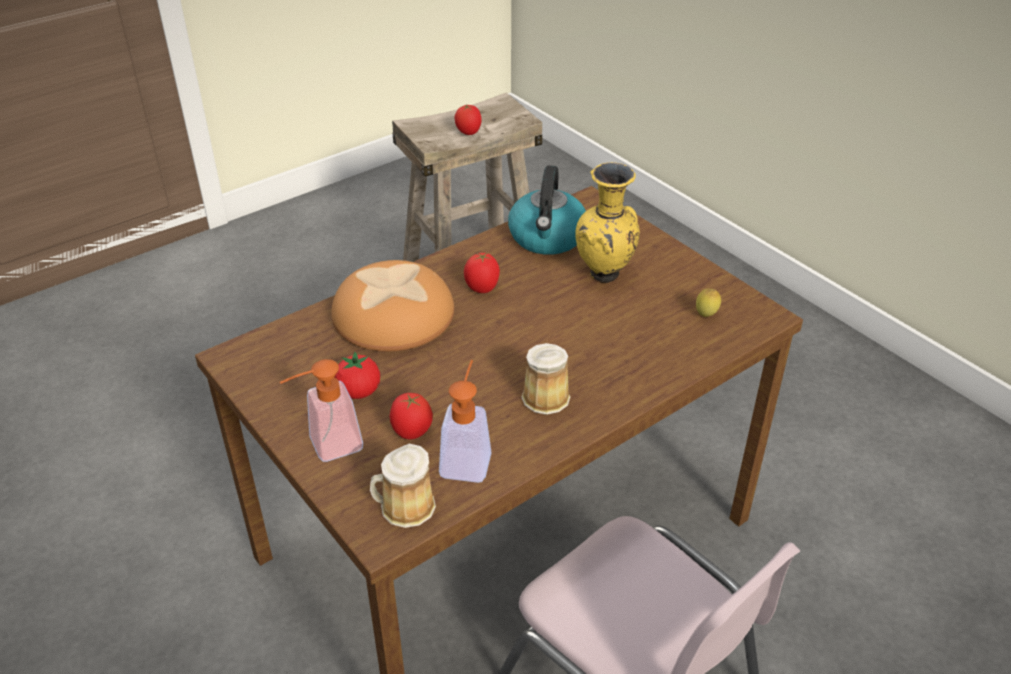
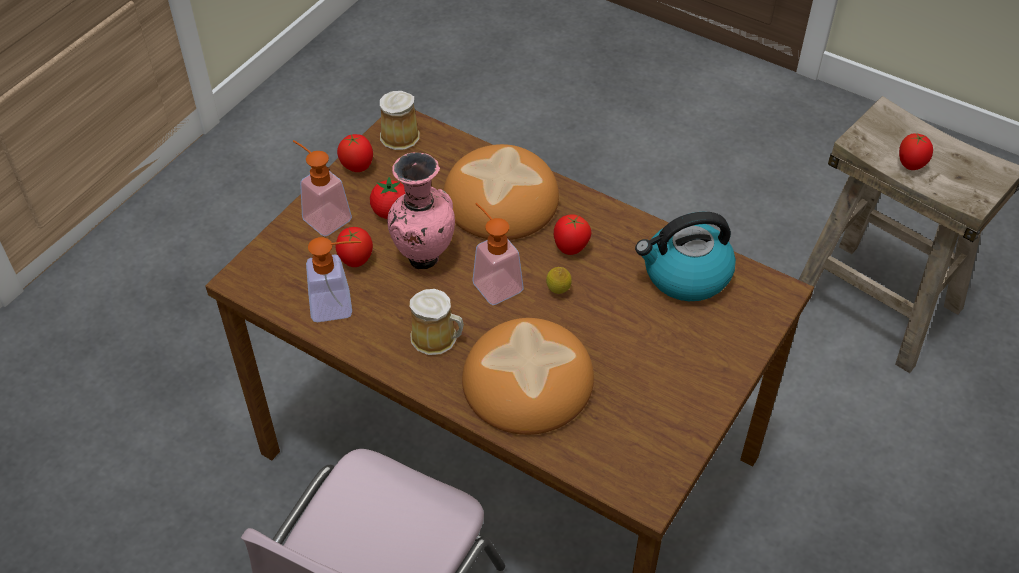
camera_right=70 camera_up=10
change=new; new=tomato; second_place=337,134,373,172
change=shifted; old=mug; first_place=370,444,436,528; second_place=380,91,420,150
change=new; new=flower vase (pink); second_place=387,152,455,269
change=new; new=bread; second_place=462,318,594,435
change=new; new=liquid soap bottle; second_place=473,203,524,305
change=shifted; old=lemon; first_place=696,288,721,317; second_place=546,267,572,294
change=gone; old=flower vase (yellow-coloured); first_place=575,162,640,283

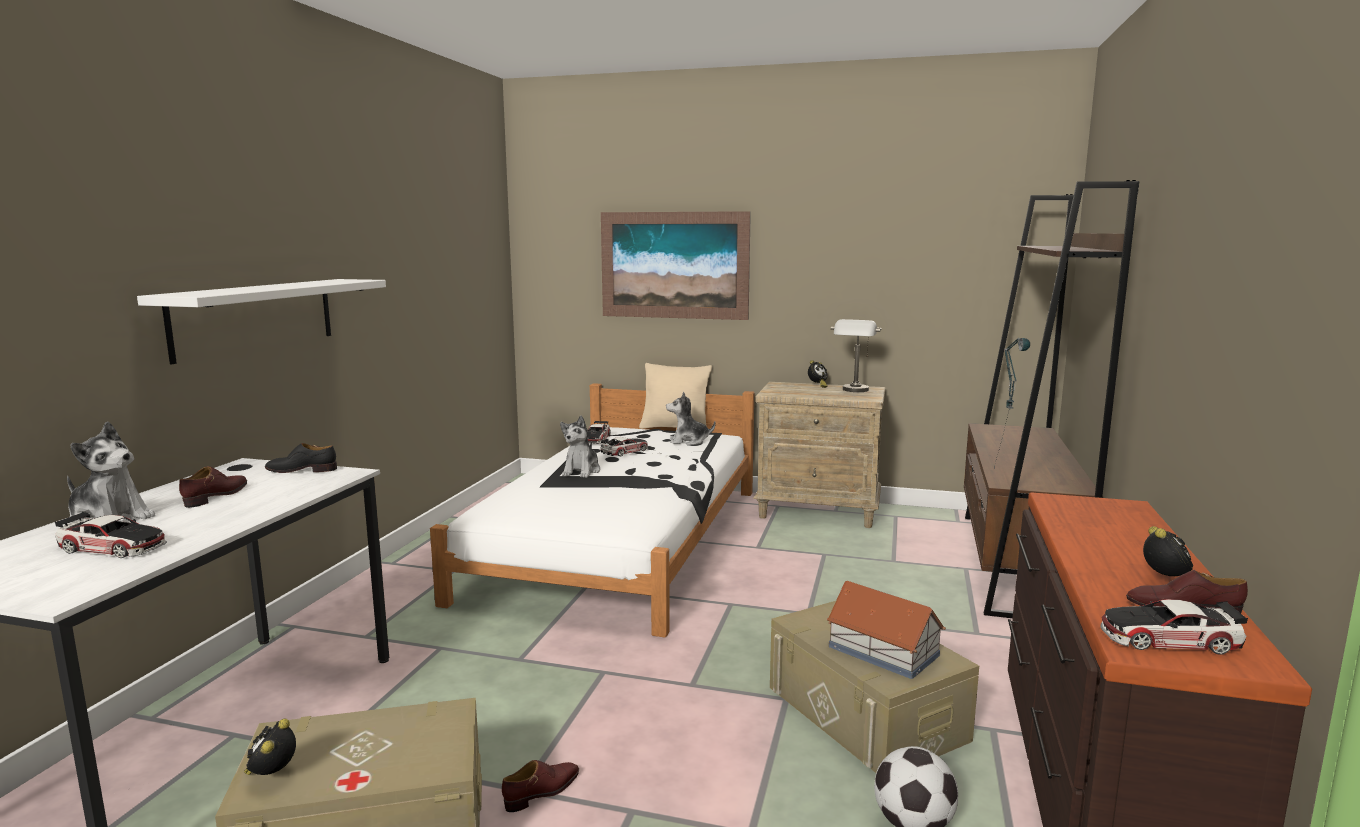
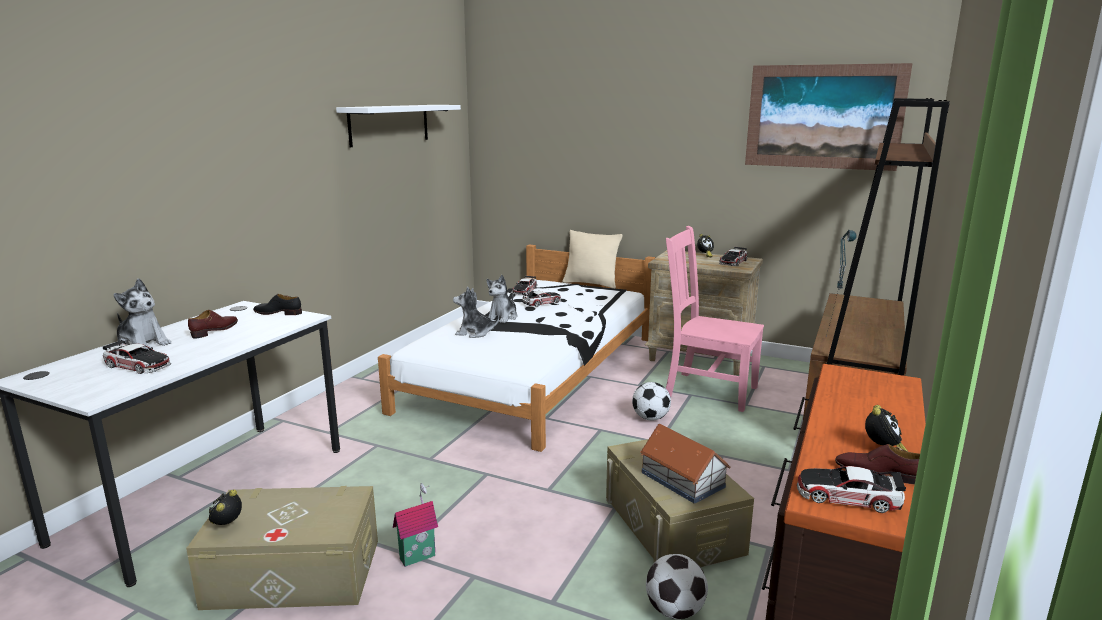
camera_right=10 camera_up=5
change=shifted; old=wall shelf (whitish); first_place=137,279,386,364; second_place=336,105,461,147
change=swapped; old=low shoe (brown-coloured); new=toy house; first_place=502,760,579,812; second_place=393,483,438,567
change=shifted; old=cuddly toy; first_place=666,392,716,446; second_place=453,286,499,338
change=new; new=football; second_place=632,382,671,421
change=new; new=upright chair (pink); second_place=666,226,764,412
change=swapped; old=tabletop lamp (greyish); new=miniature car; first_place=831,319,882,392; second_place=719,247,748,266
change=shifted; old=picture; first_place=601,211,751,320; second_place=745,63,913,171

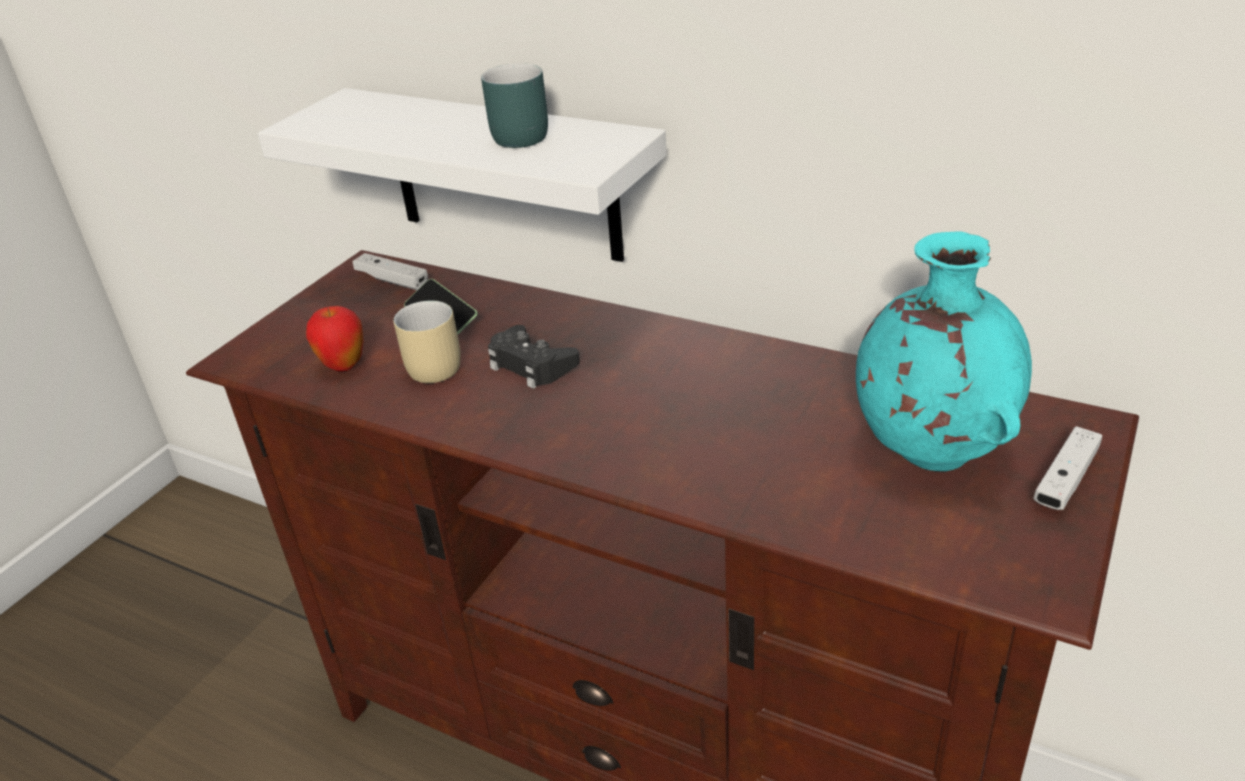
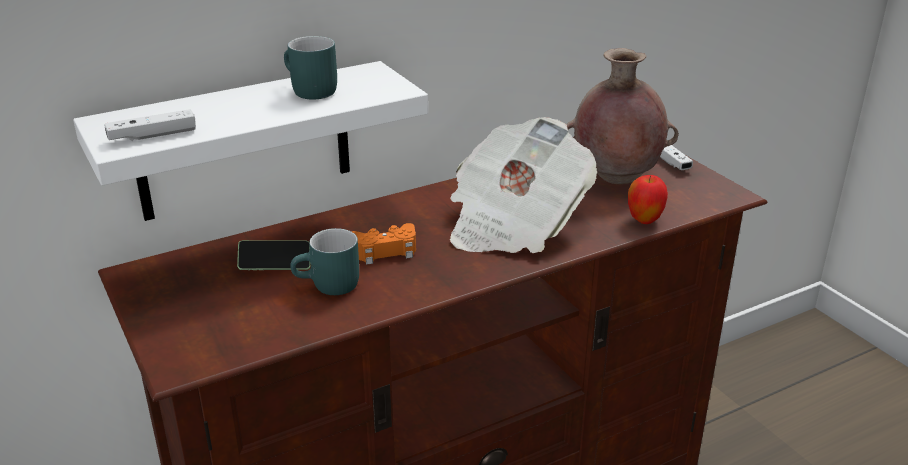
camera_right=-60 camera_up=-5
change=shifted; old=game controller (whitish); first_place=352,253,428,290; second_place=104,109,196,141
change=repainted; old=mug (beige-coloured); new=mug (turquoise); first_place=393,301,461,383; second_place=291,228,359,295
change=repainted; old=game controller (black-coloured); new=game controller (orangey); first_place=488,325,580,389; second_place=351,223,416,265
change=new; new=printed paper; second_place=450,117,597,253
change=repainted; old=flower vase (turquoise); new=flower vase (brown-coloured); first_place=856,231,1032,471; second_place=567,48,679,184
change=shifted; old=whole apple; first_place=306,306,364,371; second_place=628,175,668,224

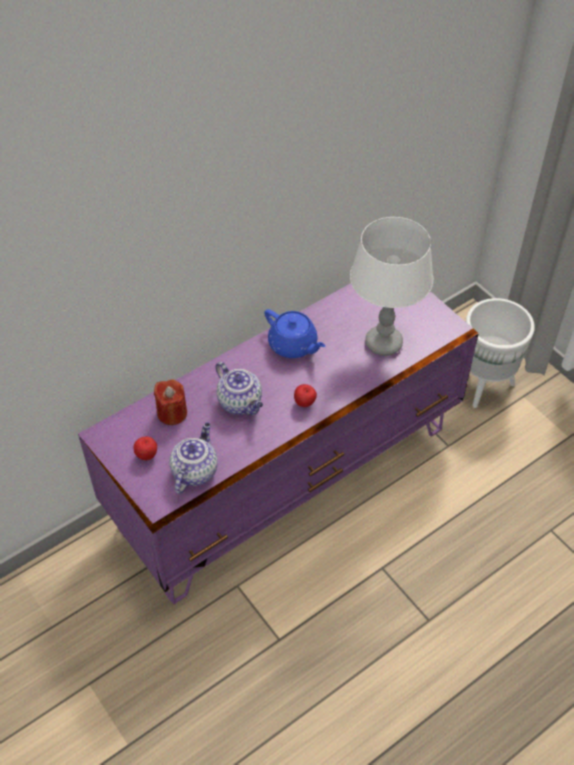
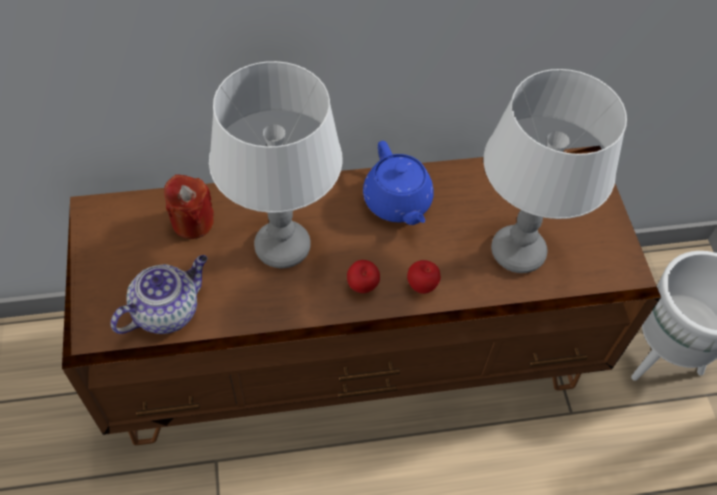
camera_right=25 camera_up=5
change=repainted; old=tv stand (purplish); new=tv stand (brown-coloured); first_place=78,264,479,604; second_place=62,146,661,445
change=swapped; old=tea pot; new=tabletop lamp (whitish); first_place=215,362,263,415; second_place=209,61,343,268
change=shifted; old=whole apple; first_place=133,437,157,460; second_place=407,260,441,294

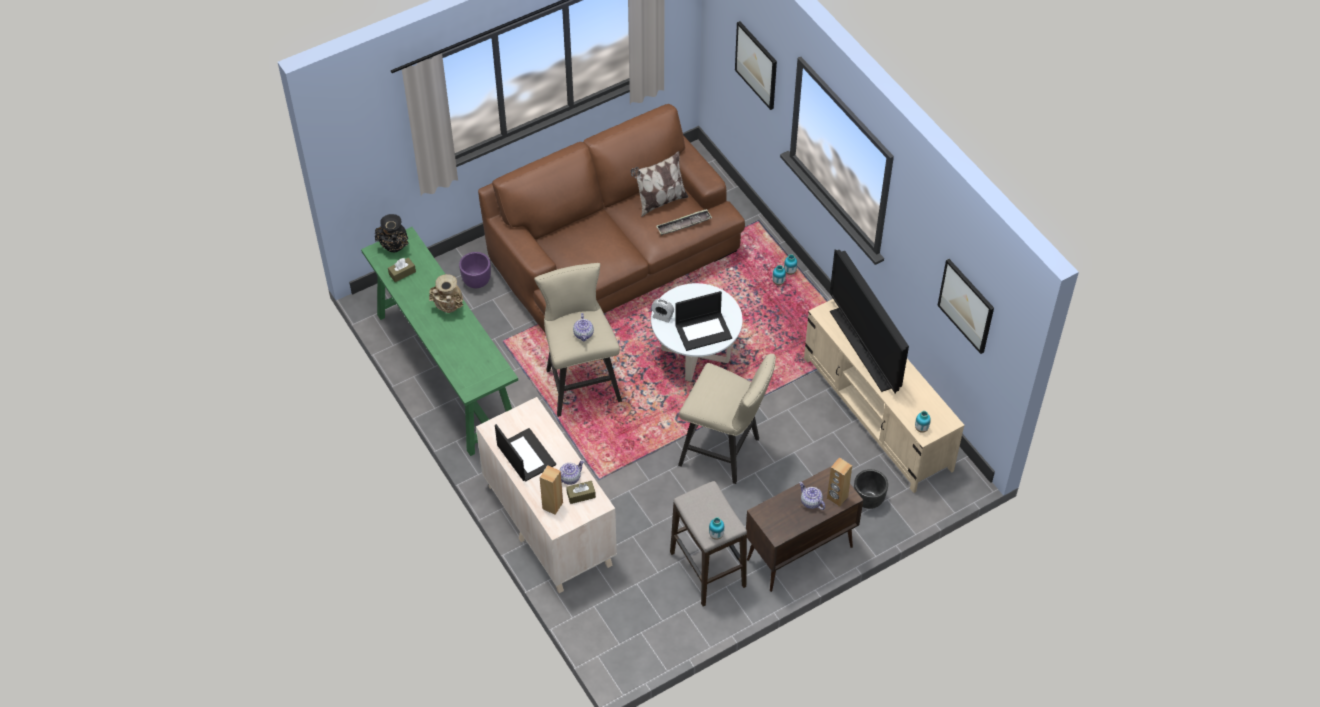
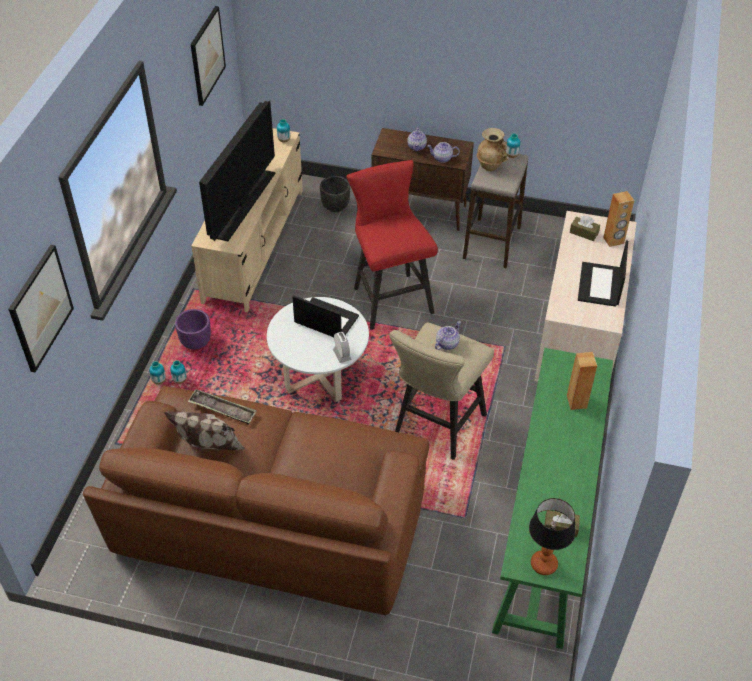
camera_right=-135 camera_up=-5
change=shifted; old=planter (purplish); first_place=459,252,491,288; second_place=175,309,211,349
change=repainted; old=stool seat (beige-coloured); new=stool seat (red); first_place=678,354,776,484; second_place=346,160,438,330
change=shifted; old=tea pot; first_place=560,460,584,485; second_place=427,142,460,163
change=shifted; old=flower vase (beige-coloured); first_place=429,274,463,313; second_place=477,128,508,171
change=swapped; old=flower vase (black-coloured); new=tabletop lamp; first_place=375,214,409,253; second_place=529,498,576,575
change=shifted; old=loudspeaker (brown-coloured); first_place=827,457,852,507; second_place=567,352,597,410

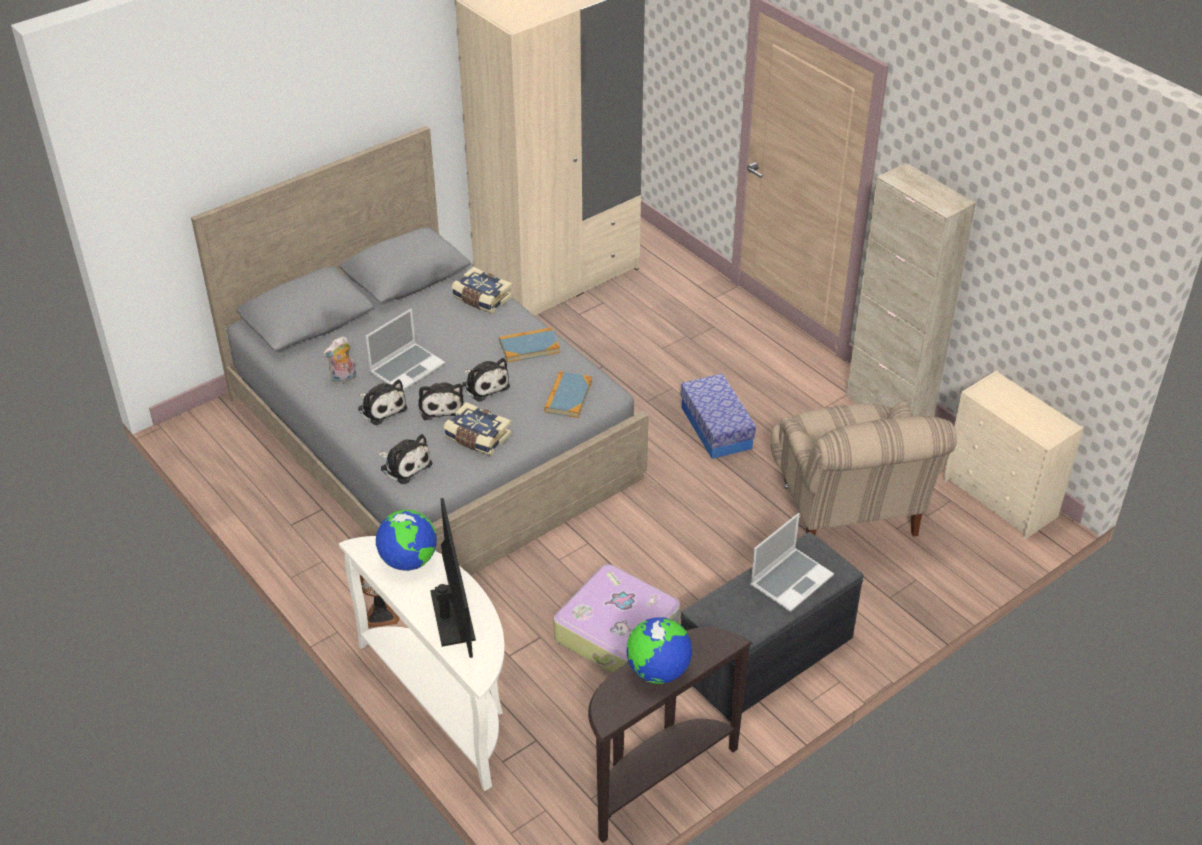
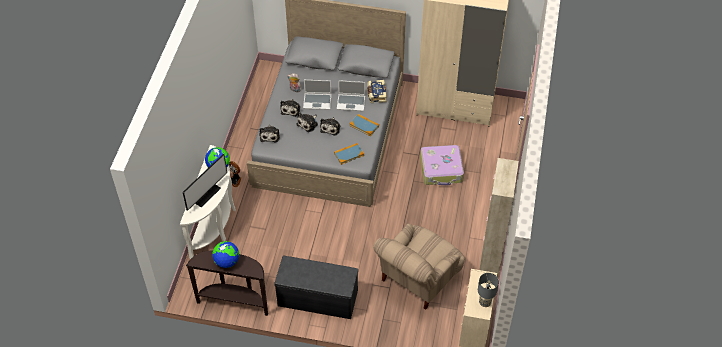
camera_right=50 camera_up=10
change=shifted; old=portable computer; first_place=750,513,834,612; second_place=337,80,365,111
change=shifted; old=piece of luggage; first_place=554,564,680,673; second_place=420,145,464,185
change=new; new=tabletop lamp (greyish); second_place=478,273,499,307
change=gone; old=book; first_place=444,402,512,456
change=gone; old=storage bin; first_place=680,373,756,459

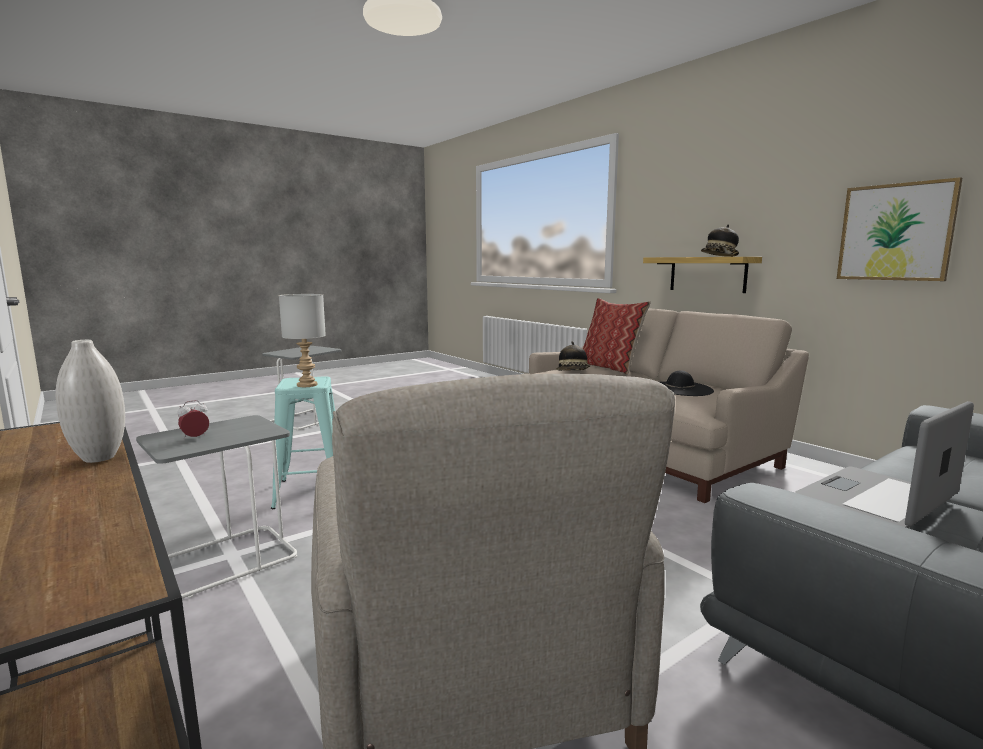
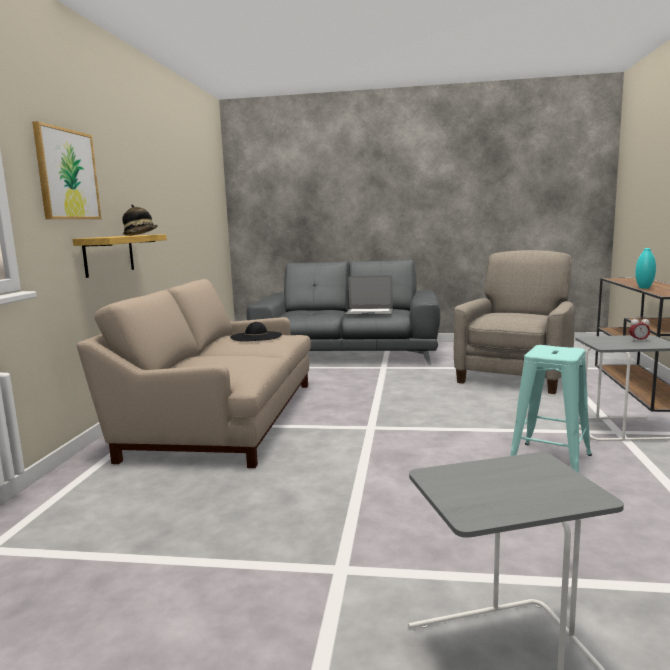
camera_right=-135 camera_up=0
change=shifted; old=picture; first_place=837,177,962,281; second_place=32,121,101,219
change=repainted; old=flower vase (whitish); new=flower vase (turquoise); first_place=56,340,125,463; second_place=635,248,656,289
change=gone; old=tabletop lamp (greyish); first_place=279,294,326,387
change=gone; old=hat; first_place=556,341,590,371
change=gone; old=throw pillow; first_place=583,298,651,375

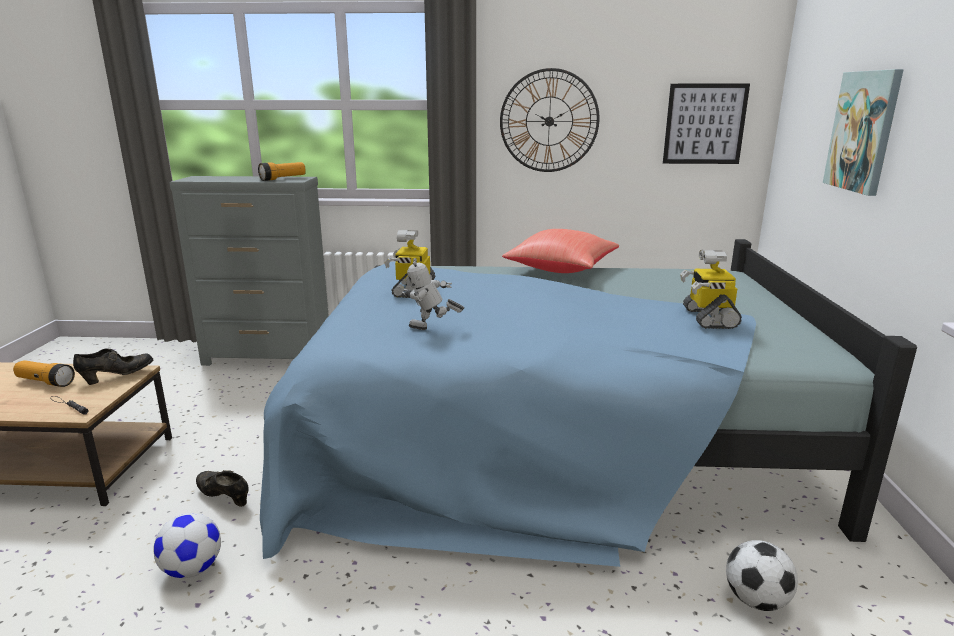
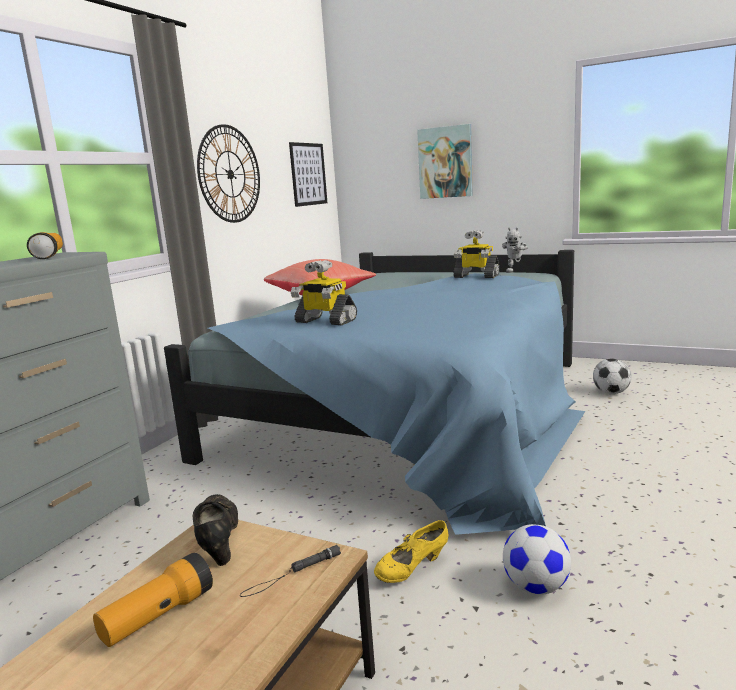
camera_right=-65 camera_up=-5
change=repainted; old=low shoe (black-coloured); new=low shoe (yellow-coloured); first_place=196,470,249,507; second_place=374,520,448,583
change=shifted; old=model robot; first_place=402,258,464,330; second_place=502,227,528,273

